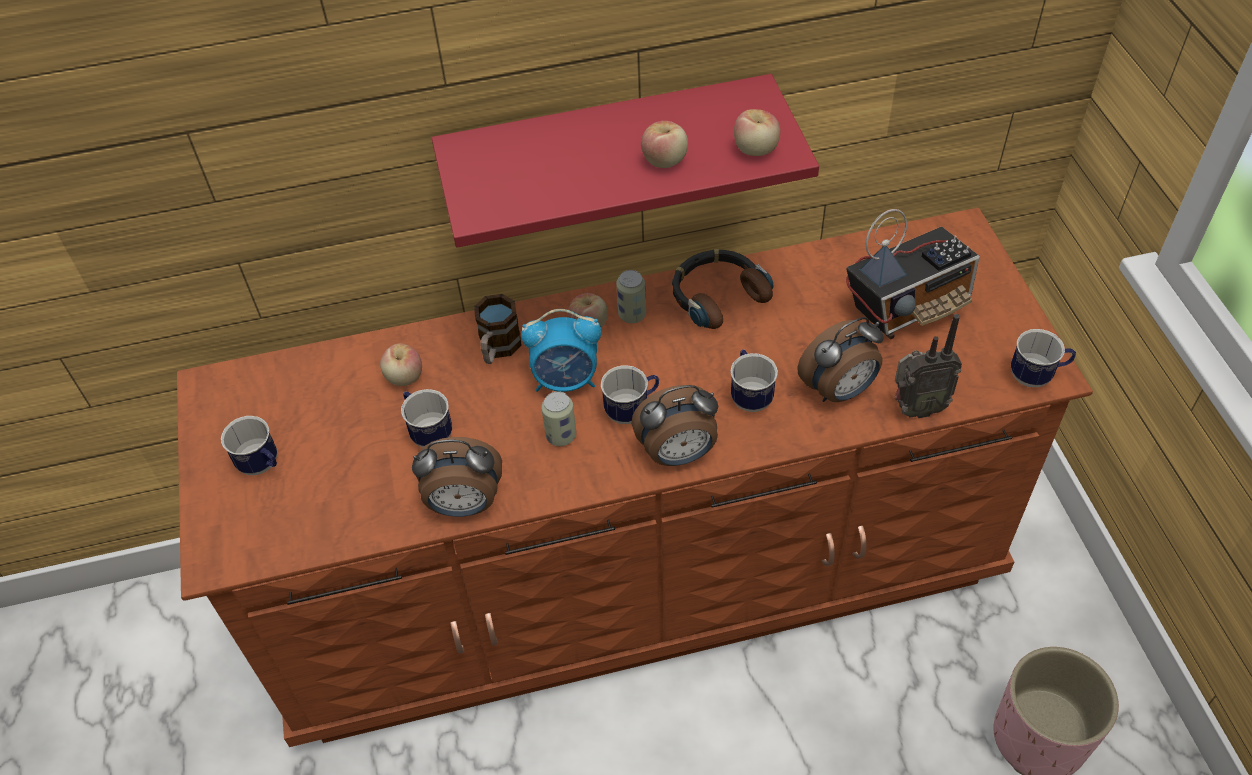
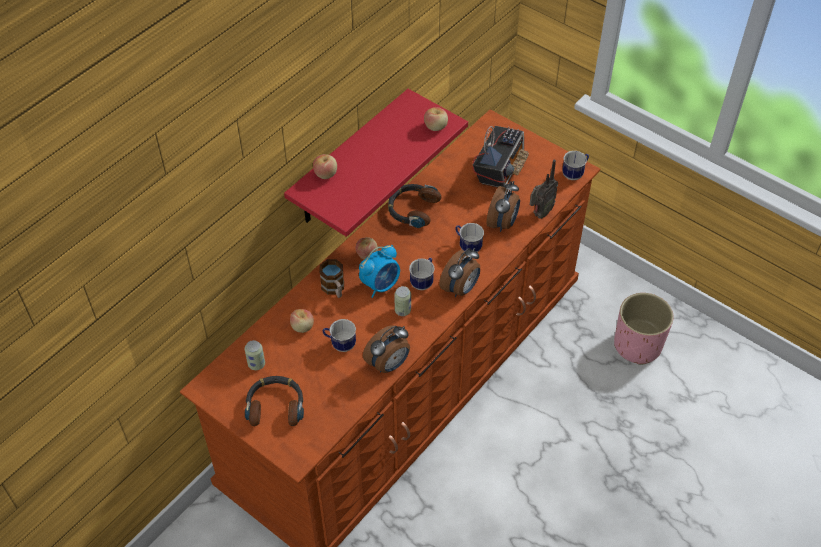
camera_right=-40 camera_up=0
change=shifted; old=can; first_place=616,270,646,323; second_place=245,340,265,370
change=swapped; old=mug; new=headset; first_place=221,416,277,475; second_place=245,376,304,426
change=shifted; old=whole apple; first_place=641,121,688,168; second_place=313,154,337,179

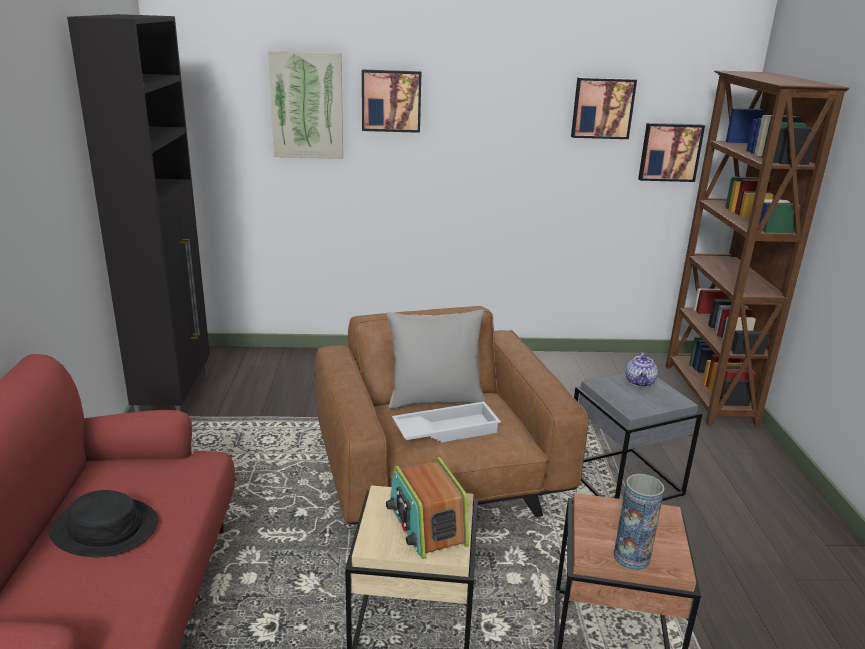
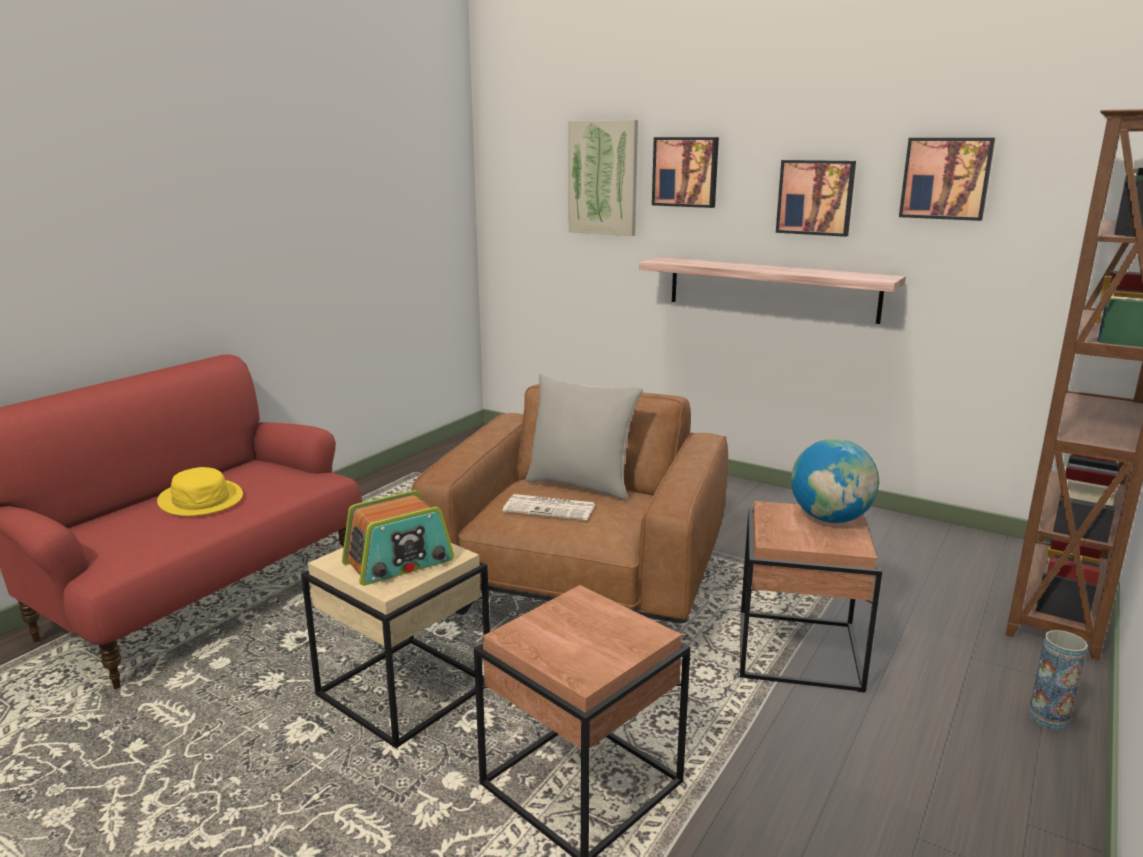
camera_right=35 camera_up=-5
change=repainted; old=hat (black-coloured); new=hat (yellow-coloured); first_place=49,490,158,557; second_place=157,467,243,516
change=rotated; old=radio set; first_place=386,457,469,559; second_place=342,490,454,586; degrees=-135
change=swapped; old=tray (whitish); new=printed paper; first_place=392,401,501,442; second_place=503,494,595,521
change=new; new=wall shelf; second_place=639,257,906,324
change=repainted; old=accent table (greyish); new=accent table (brown-coloured); first_place=574,373,702,501; second_place=740,501,882,692
change=shifted; old=picture; first_place=638,123,705,182; second_place=776,160,856,237
change=swapped; old=tea pot; new=globe; first_place=626,352,658,387; second_place=791,439,879,523
change=shifted; old=flower vase; first_place=614,474,665,570; second_place=1028,630,1088,730
change=gone; old=cupboard (black-coloured); first_place=67,14,210,412

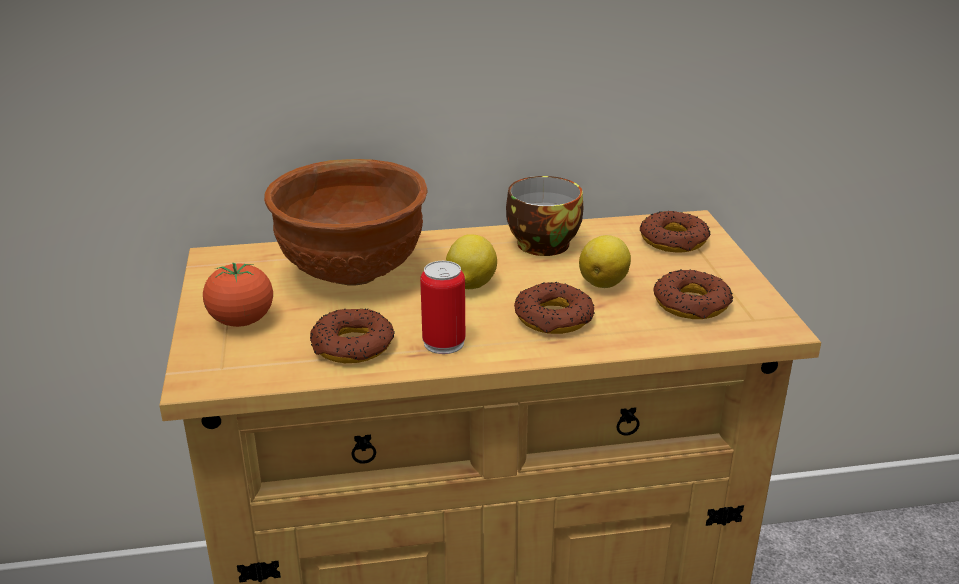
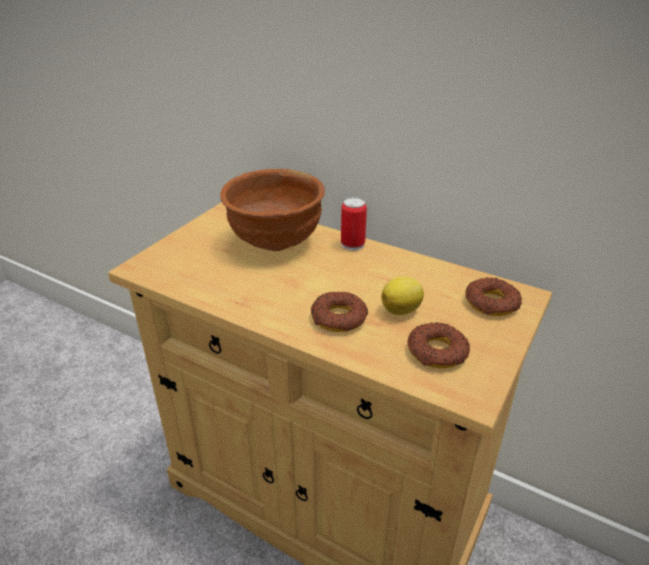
camera_right=40 camera_up=5
change=shifted; old=can; first_place=420,261,465,354; second_place=341,197,367,251
change=gone; old=tomato; first_place=203,262,273,327
change=gone; old=donut; first_place=310,309,395,363
change=gone; old=lemon; first_place=446,234,497,289
change=gone; old=drinking cup; first_place=506,176,583,256

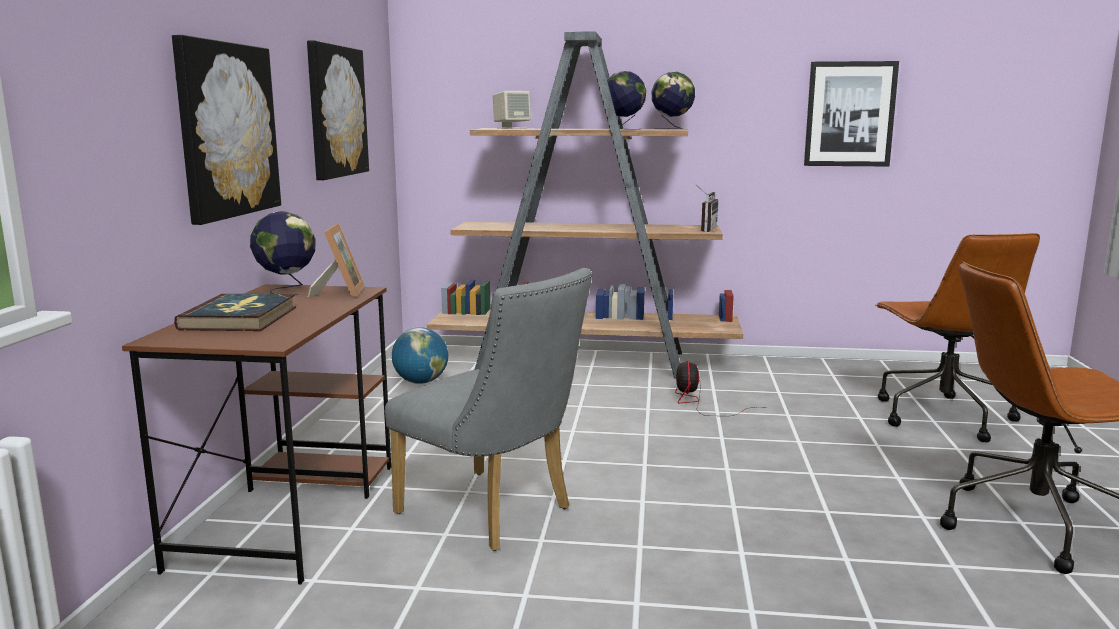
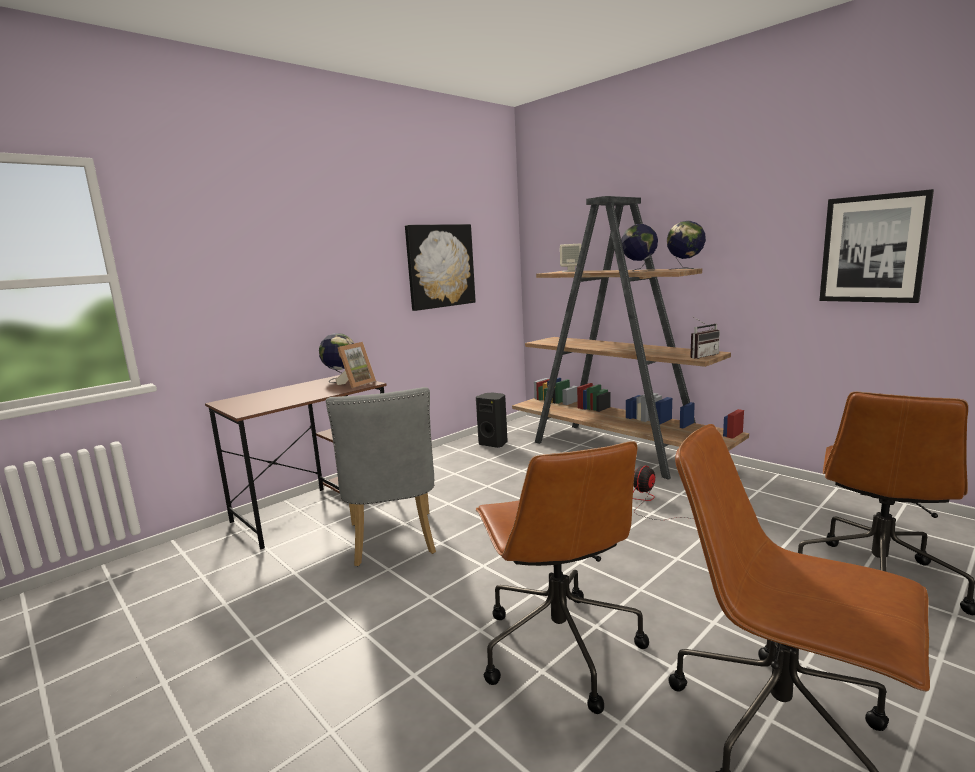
camera_right=40 camera_up=0
change=swapped; old=globe; new=loudspeaker (black-coloured); first_place=392,327,448,384; second_place=476,393,508,448
change=new; new=computer chair (brown-coloured); second_place=476,441,649,714
change=gone; old=picture; first_place=172,35,281,225
change=gone; old=book; first_place=174,294,296,331

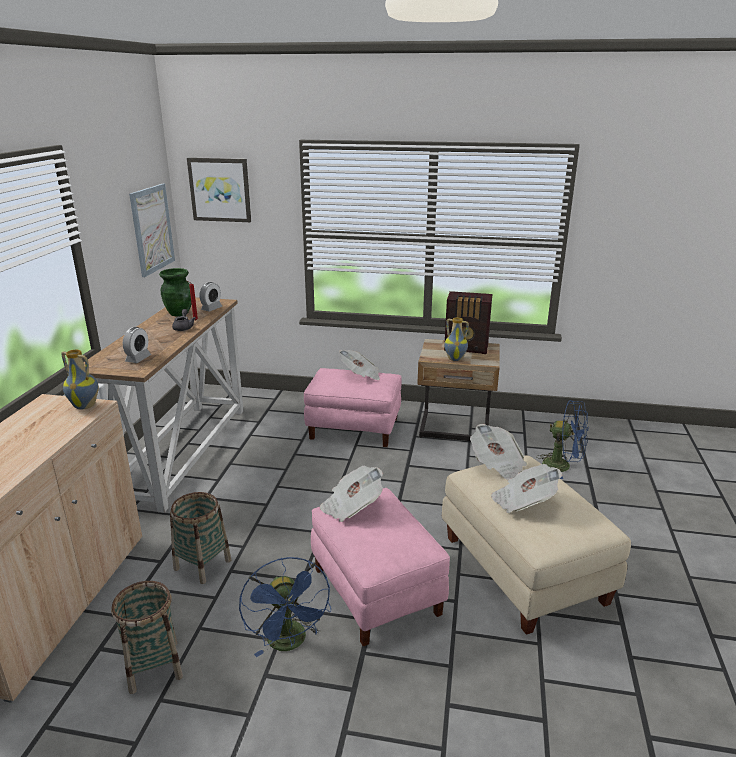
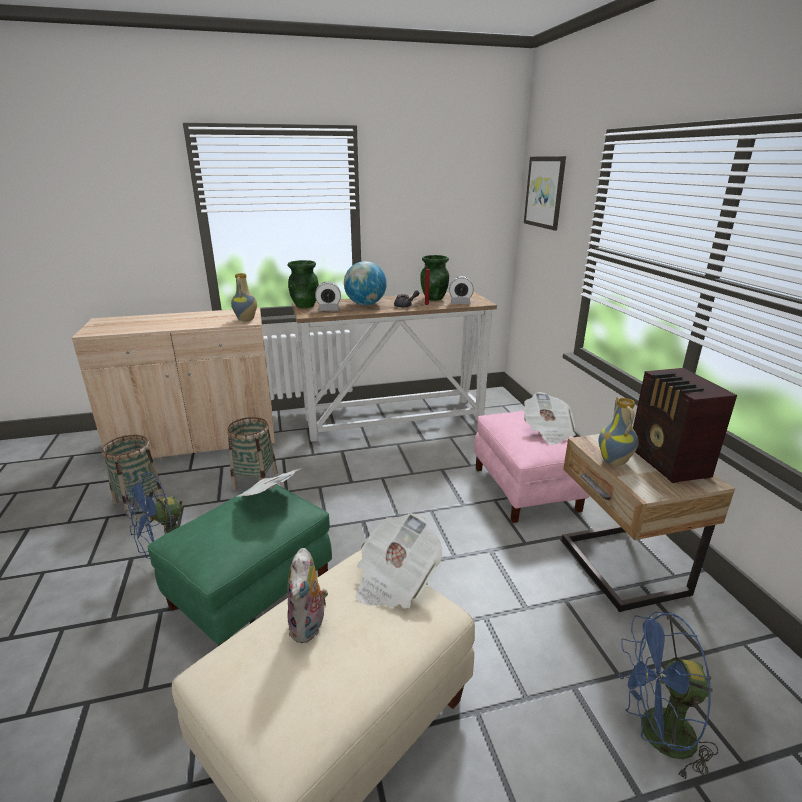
camera_right=65 camera_up=0
change=repainted; old=ottoman (pink); new=ottoman (green-coloured); first_place=311,488,450,646; second_place=147,484,332,646
change=swapped; old=printed paper; new=cuddly toy; first_place=491,464,563,513; second_place=287,548,328,643
change=new; new=flower vase (green-coloured); second_place=288,260,319,308
change=new; new=globe; second_place=344,261,387,305
change=rotated; old=electric fan (blue); first_place=536,400,588,479; second_place=619,612,718,780; degrees=90
change=gone; old=picture; first_place=129,184,175,277

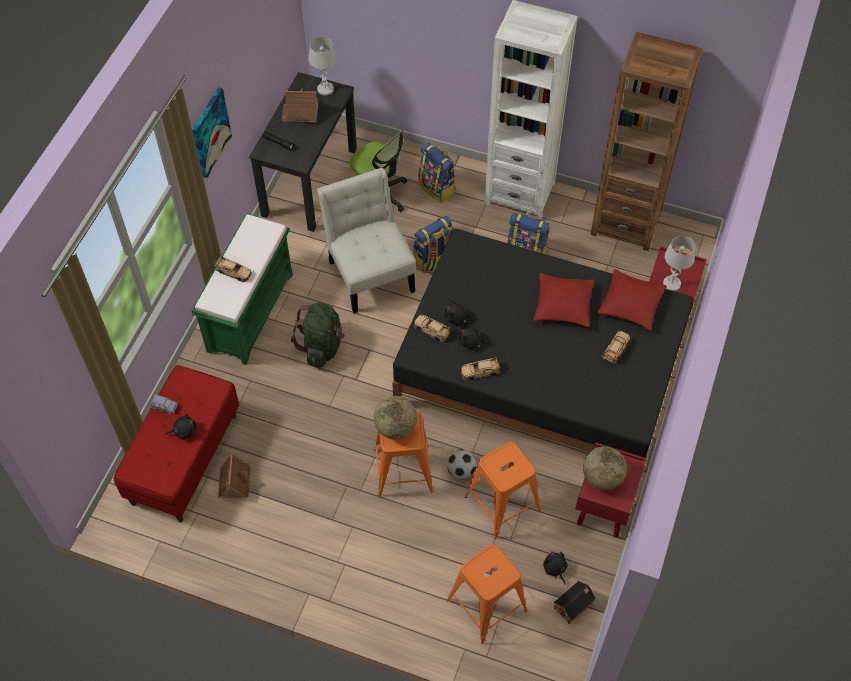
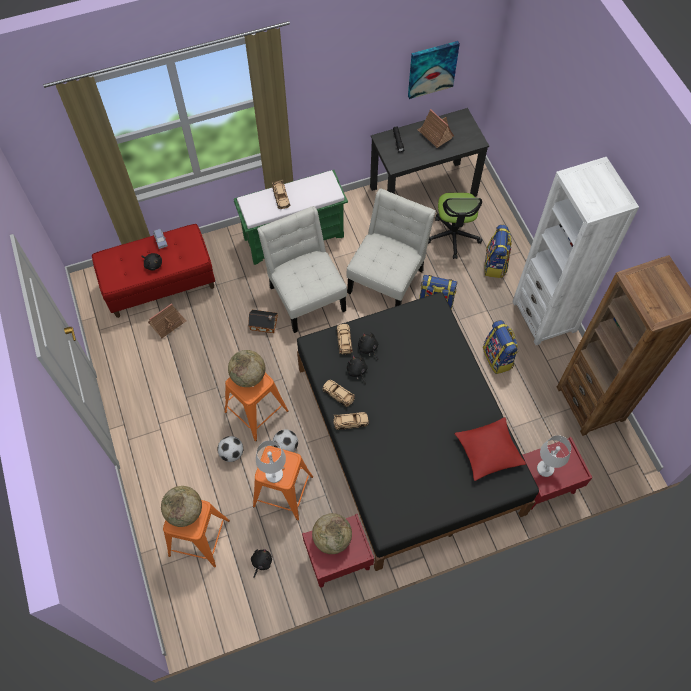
camera_right=50 camera_up=5
change=new; new=globe; second_place=161,486,202,527
change=new; new=football; second_place=217,436,243,462
change=shifted; old=toy house; first_place=554,581,596,624; second_place=248,310,278,333
change=shifted; old=tabletop lamp (whitish); first_place=309,37,337,96; second_place=256,440,286,483
change=swapped; old=backpack (green-coloured); new=upright chair (whitish); first_place=291,303,345,367; second_place=257,206,347,333
change=shifted; old=miniature car (beige-coloured); first_place=602,331,631,364; second_place=333,412,369,430
change=shifted; old=picture; first_place=192,87,232,178; second_place=408,41,460,99
change=gone; old=throw pillow (red); first_place=533,273,594,327

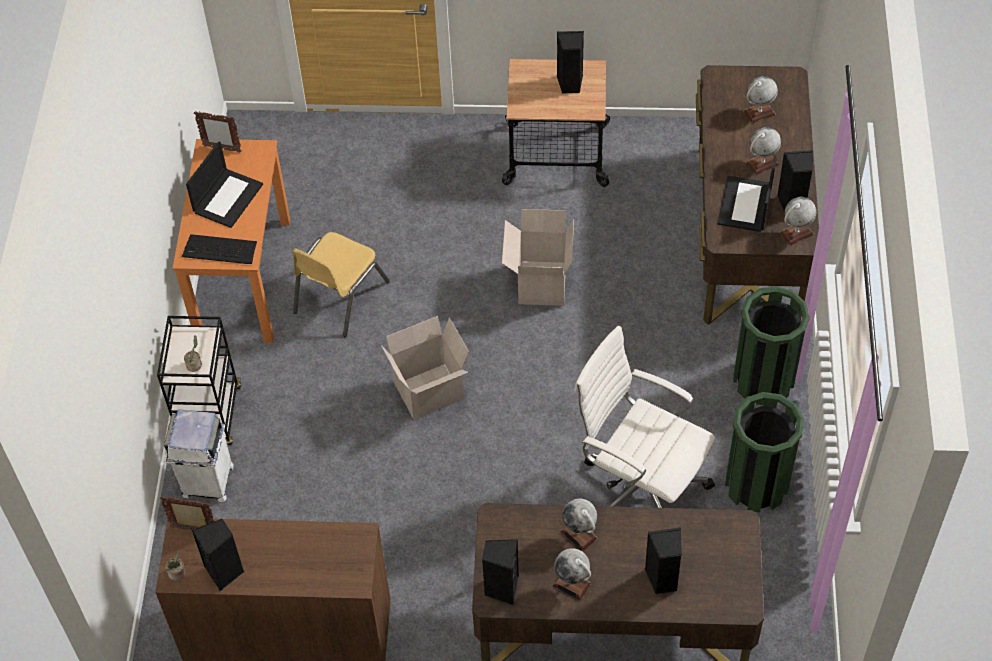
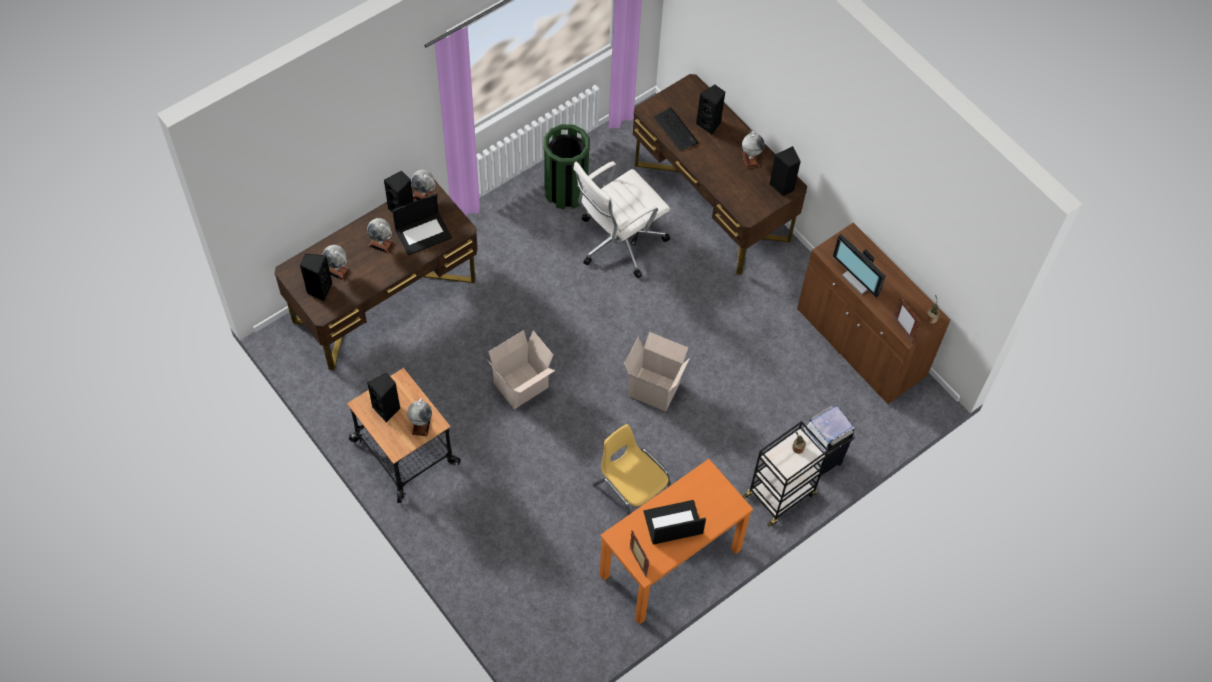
camera_right=-135 camera_up=5
change=shifted; old=loudspeaker (black-coloured); first_place=192,519,244,591; second_place=300,253,332,301
change=shifted; old=globe; first_place=560,499,598,552; second_place=407,399,432,436
change=rotated; old=computer chair (whitish); first_place=574,326,715,508; second_place=573,161,670,278; degrees=60
change=rotated; old=upright chair (yellow-coloured); first_place=292,232,390,337; second_place=593,424,671,515; degrees=-120
change=shifted; old=keyboard; first_place=182,234,257,264; second_place=654,107,698,151
change=new; new=monitor; second_place=833,234,886,297
change=gone; old=waste bin (green-coloured); first_place=733,286,810,405

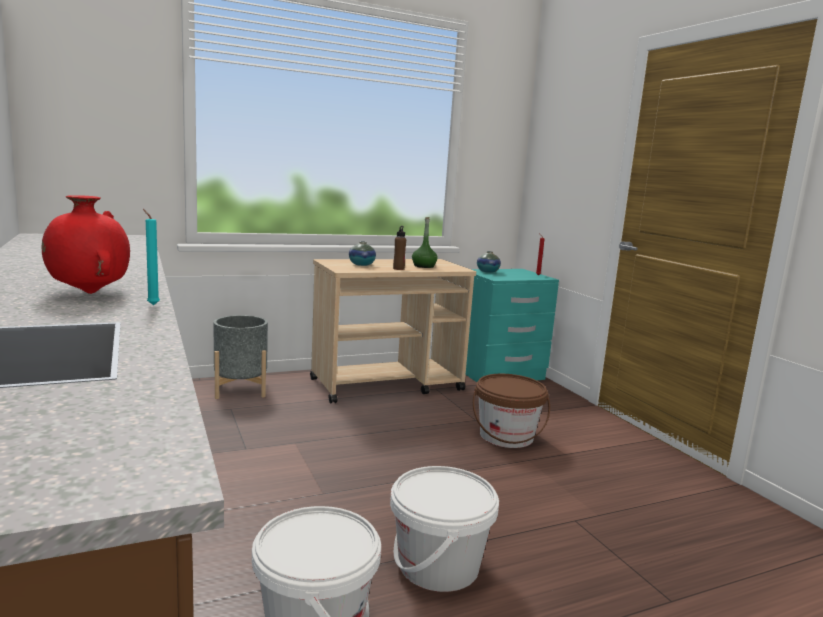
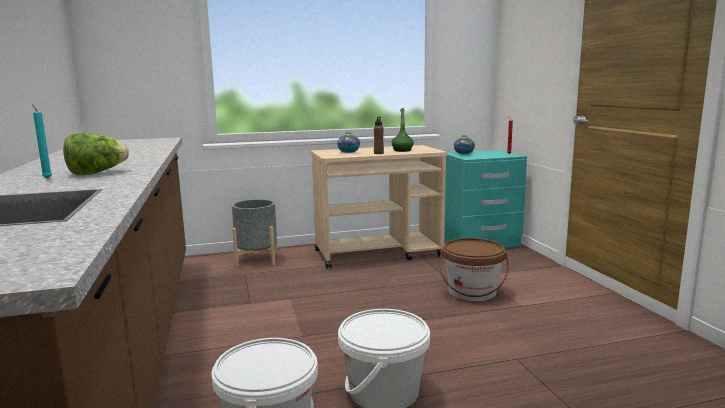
camera_right=10 camera_up=0
change=shifted; old=wax candle (turquoise); first_place=143,209,160,305; second_place=32,104,52,179
change=swapped; old=flower vase (red); new=lettuce; first_place=42,195,130,294; second_place=63,133,129,175

